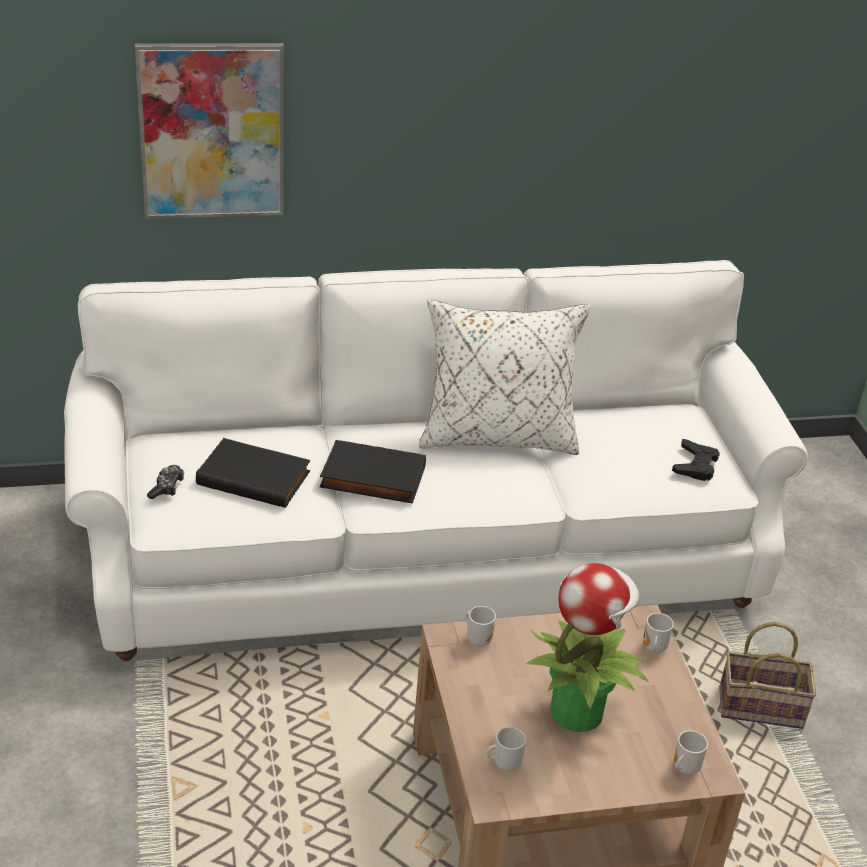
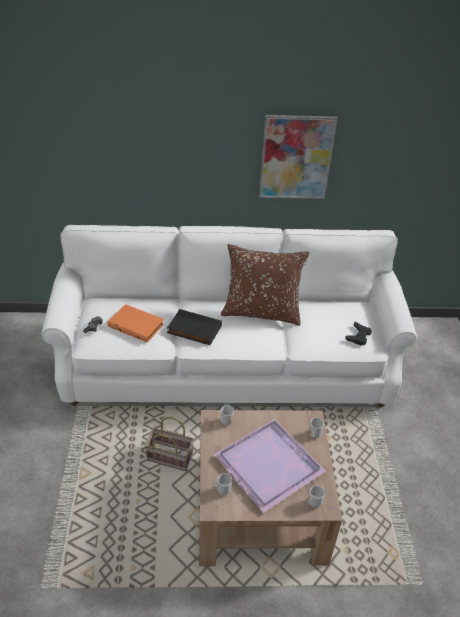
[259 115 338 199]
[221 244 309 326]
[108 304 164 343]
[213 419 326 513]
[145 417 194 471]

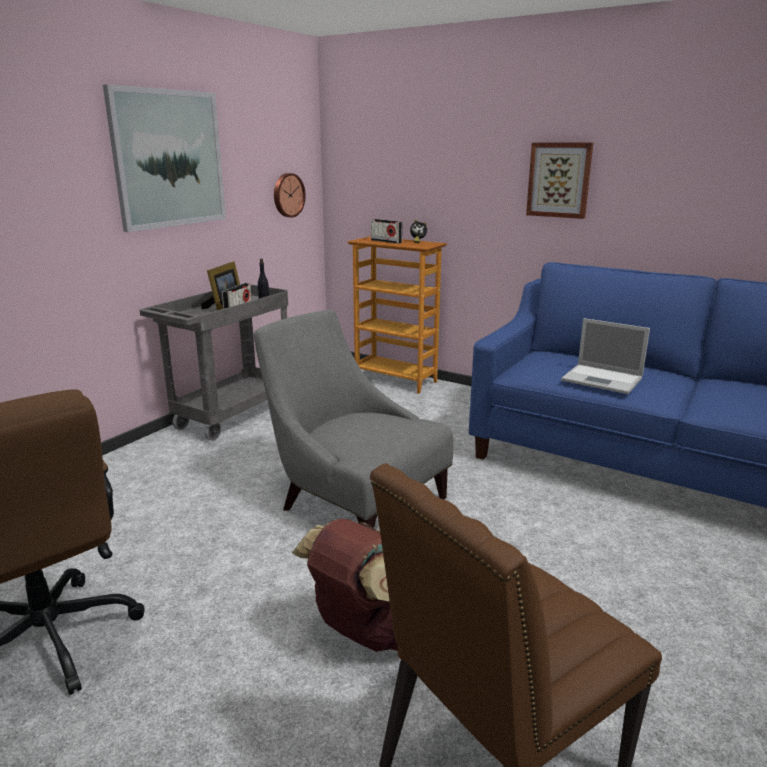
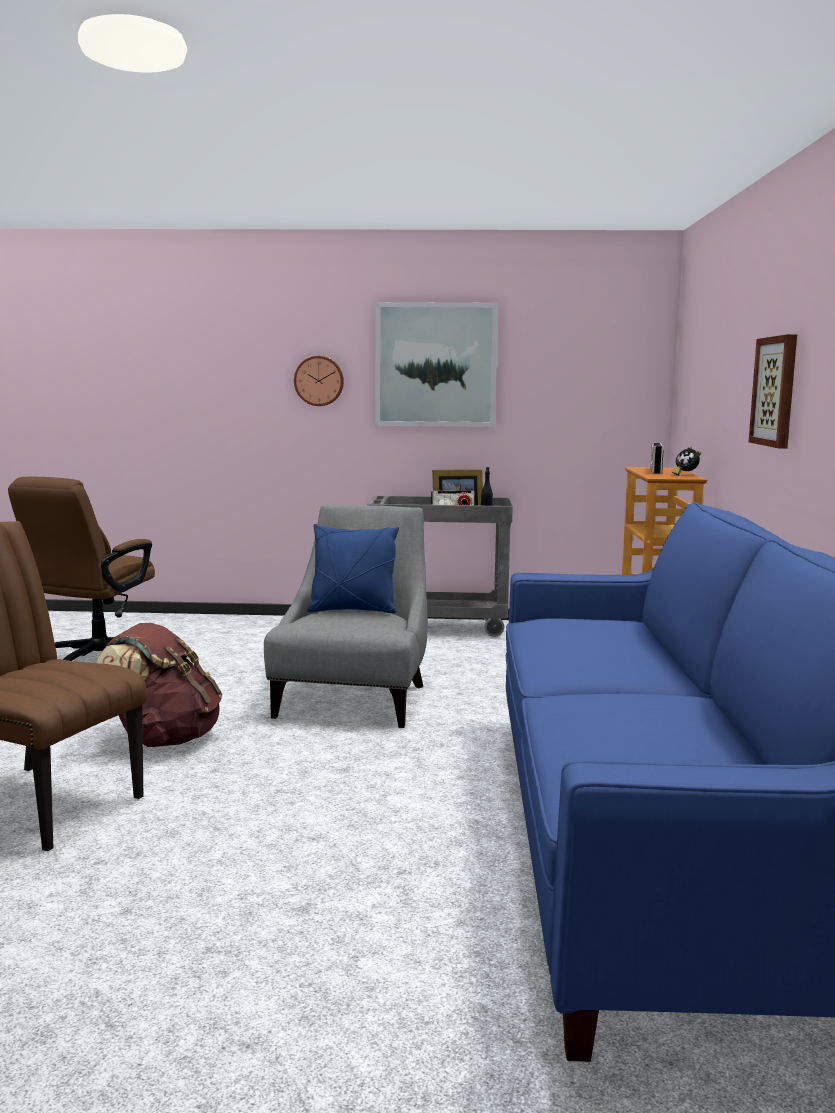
[294 356 344 406]
[561 318 650 394] (first image)
[307 524 399 613]

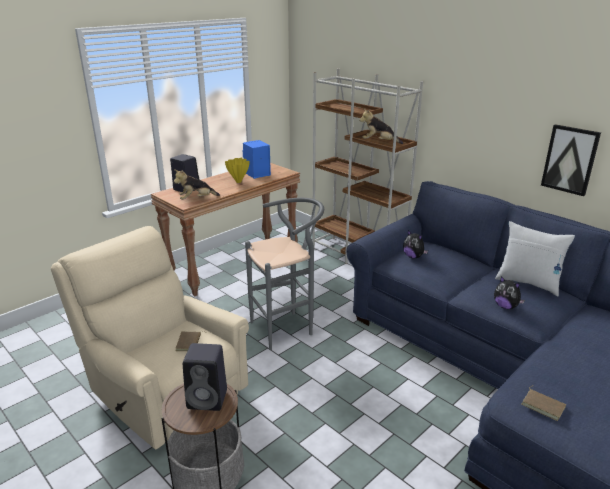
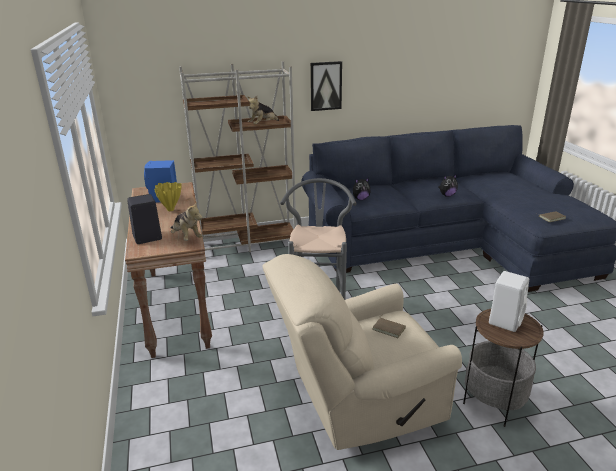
[310 61 342 111]
[171 201 202 241]
[495 221 575 297] (first image)
[489 271 529 332]

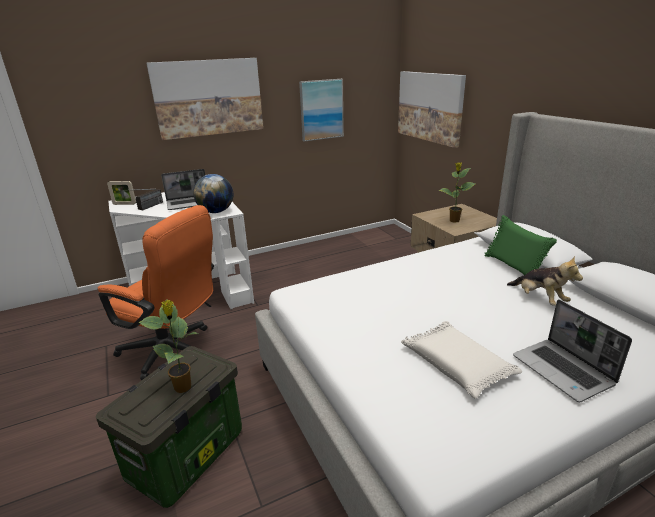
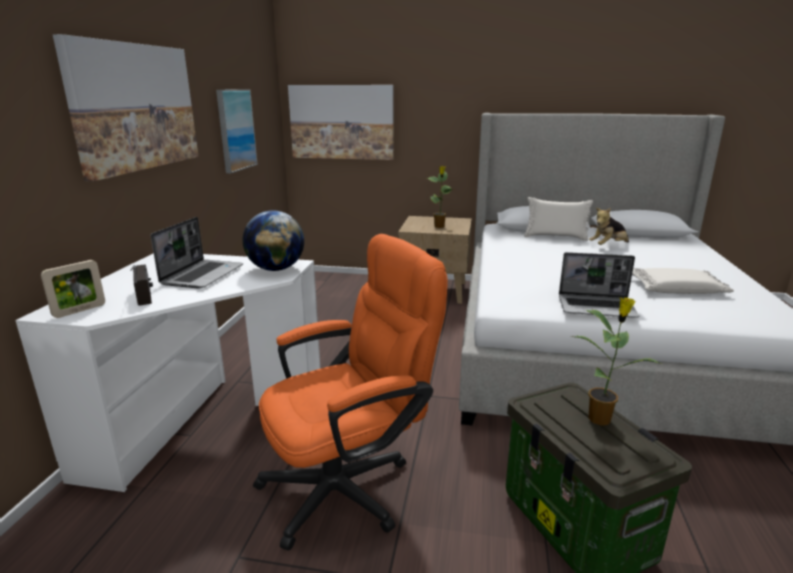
[524 197 593 241]
[589 208 629 245]
[559 252 639 317]

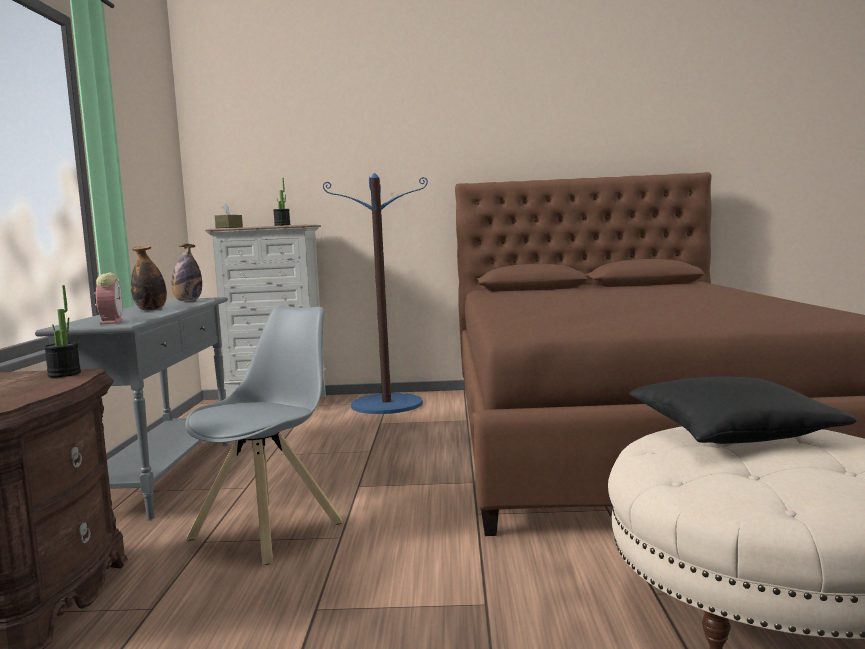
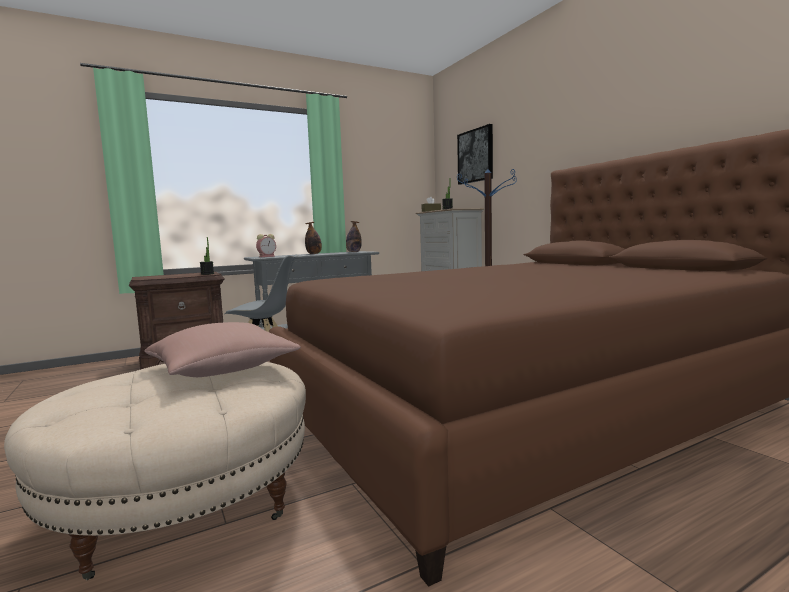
[145 322 301 377]
[457 124 493 185]

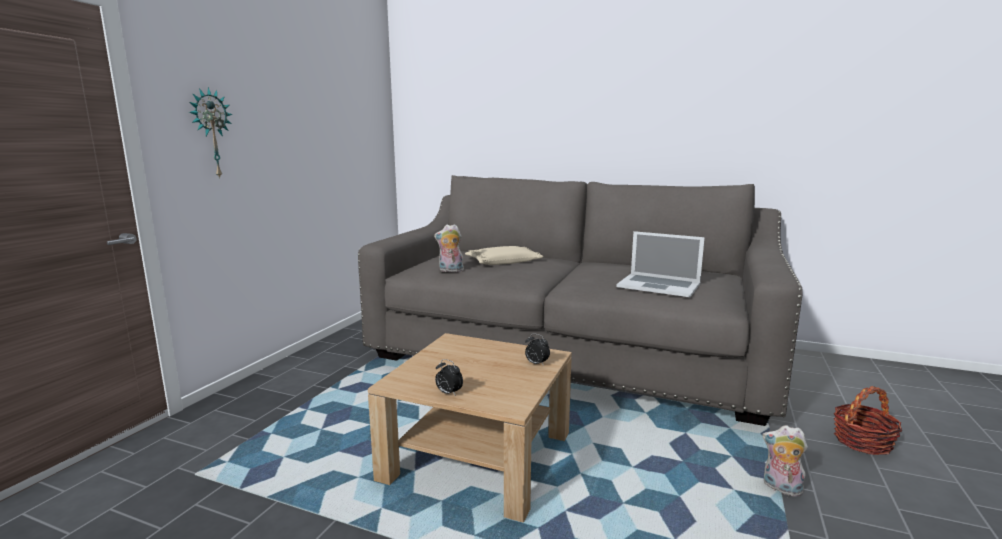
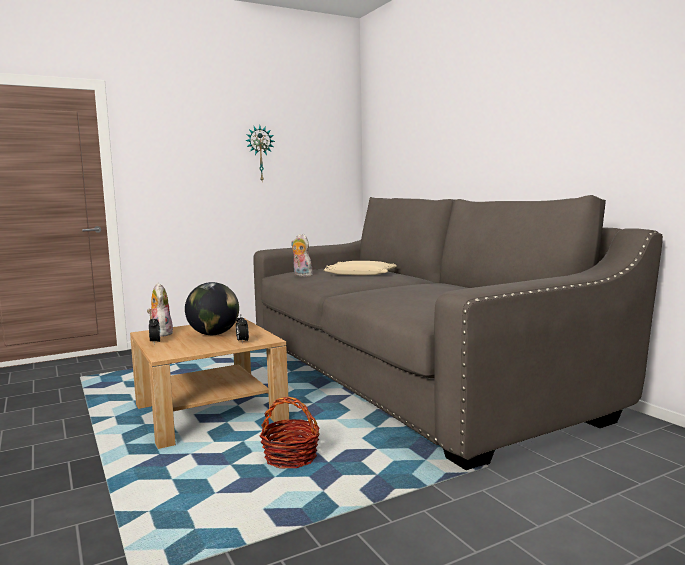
[245 125 275 181]
[616 231 705 297] (first image)
[260 397 320 469]
[147 283 174 336]
[185 282 239 335]

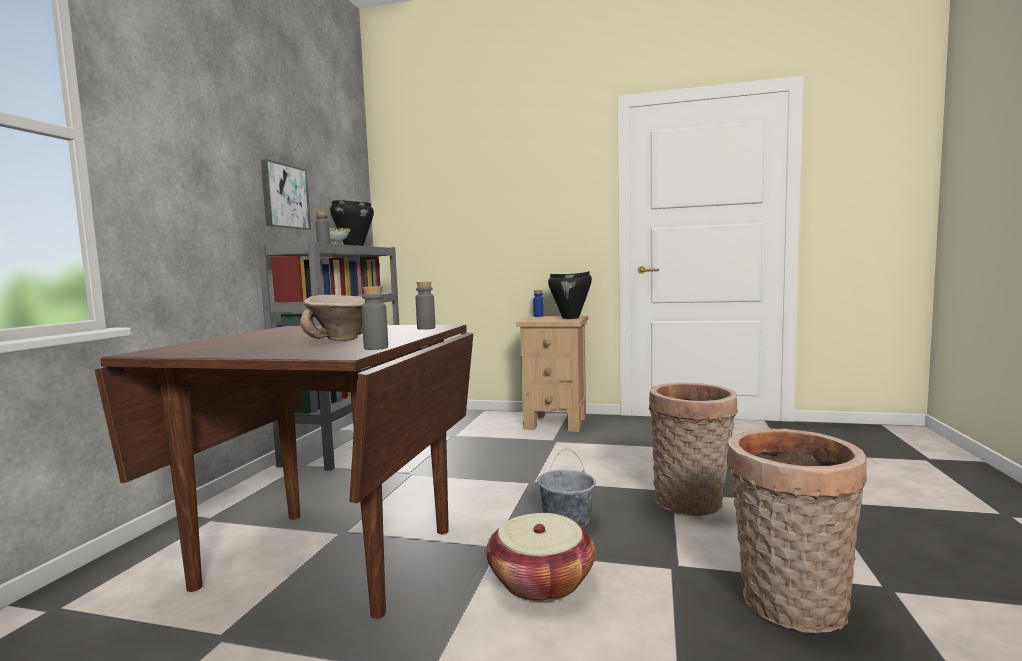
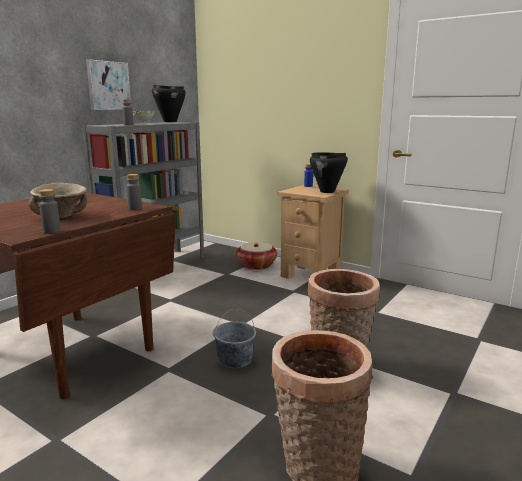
[236 242 277 270]

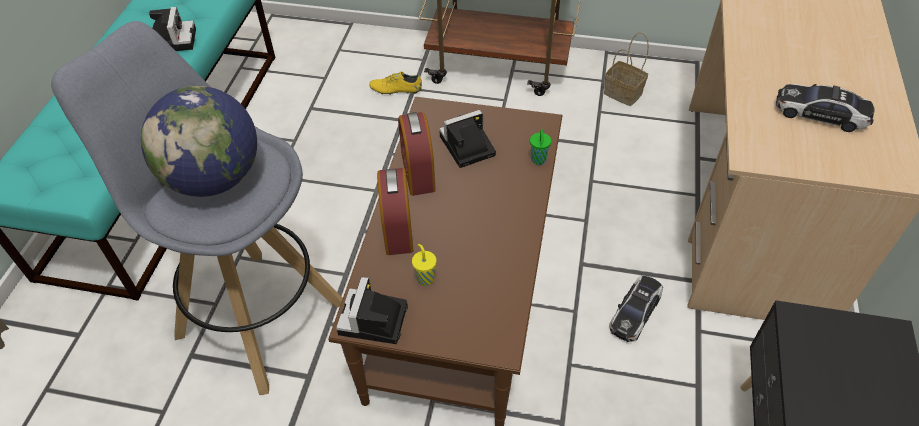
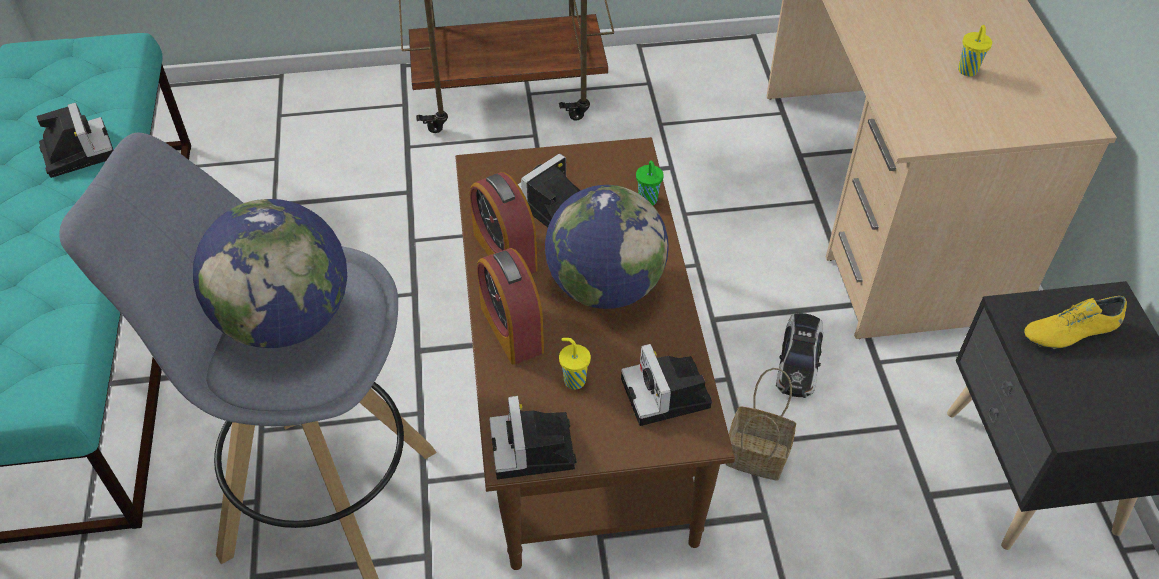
[726 368 796 481]
[1024 296 1127 349]
[958 25 992 76]
[545 185 669 309]
[621 344 712 426]

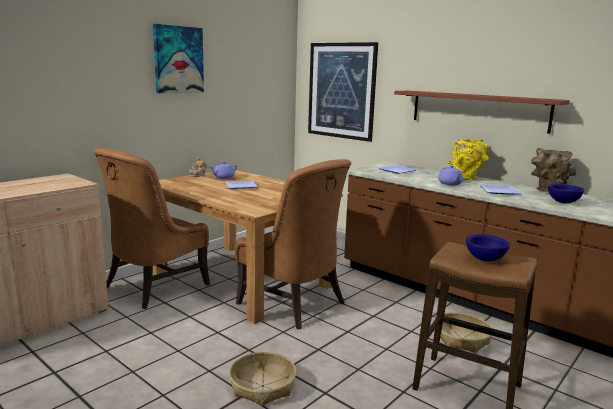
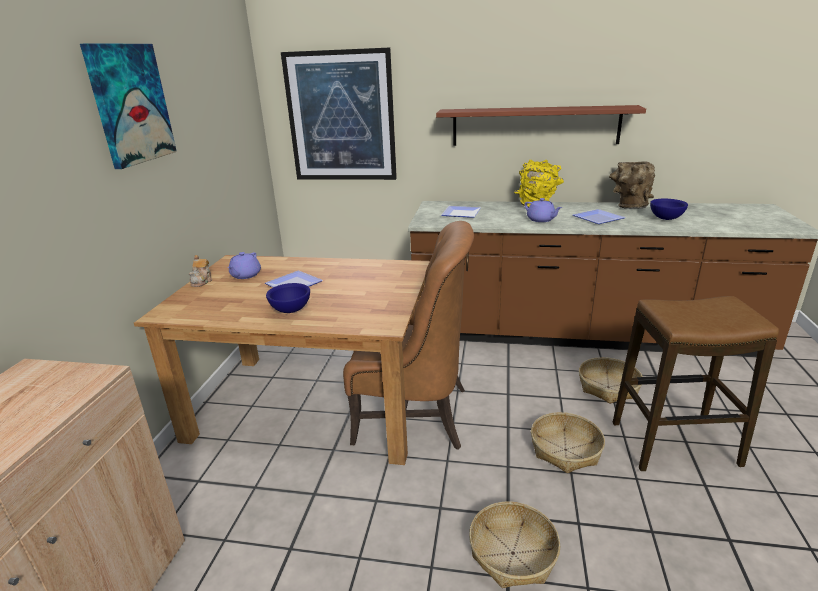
[94 148 210 309] (first image)
[266 283 310 313]
[531 412 605 473]

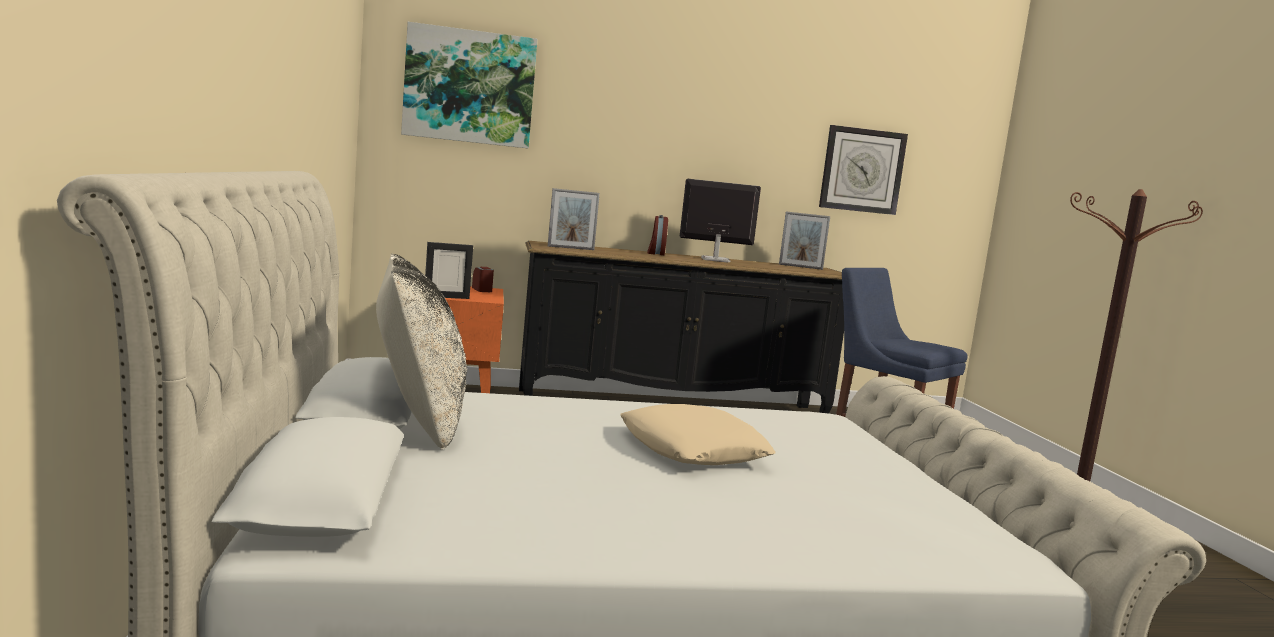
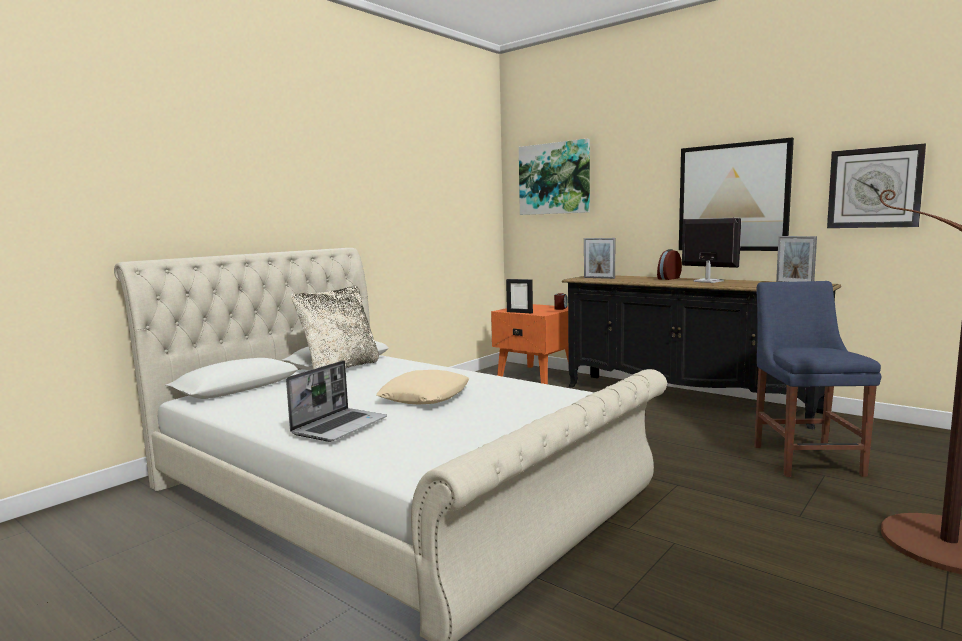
[679 138 794 251]
[286 360 387 442]

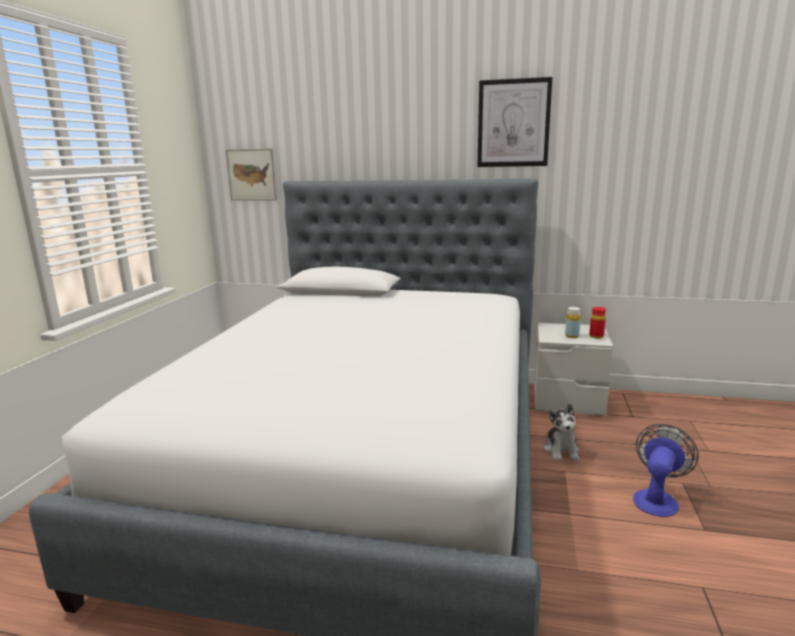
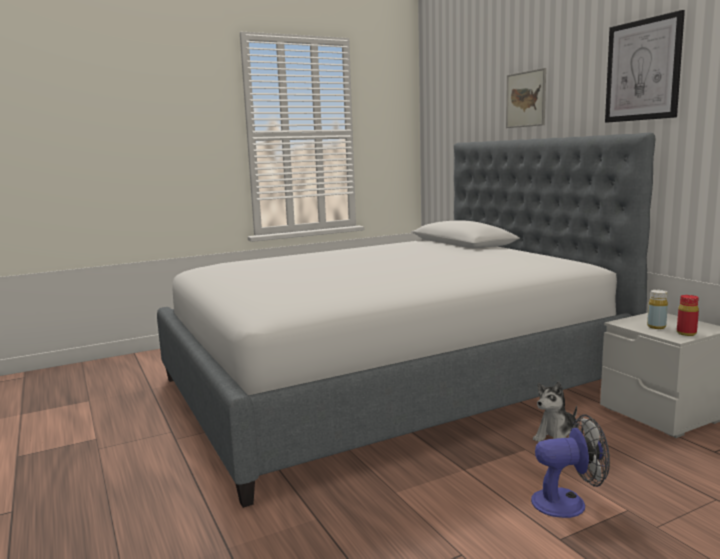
[506 68 546 128]

